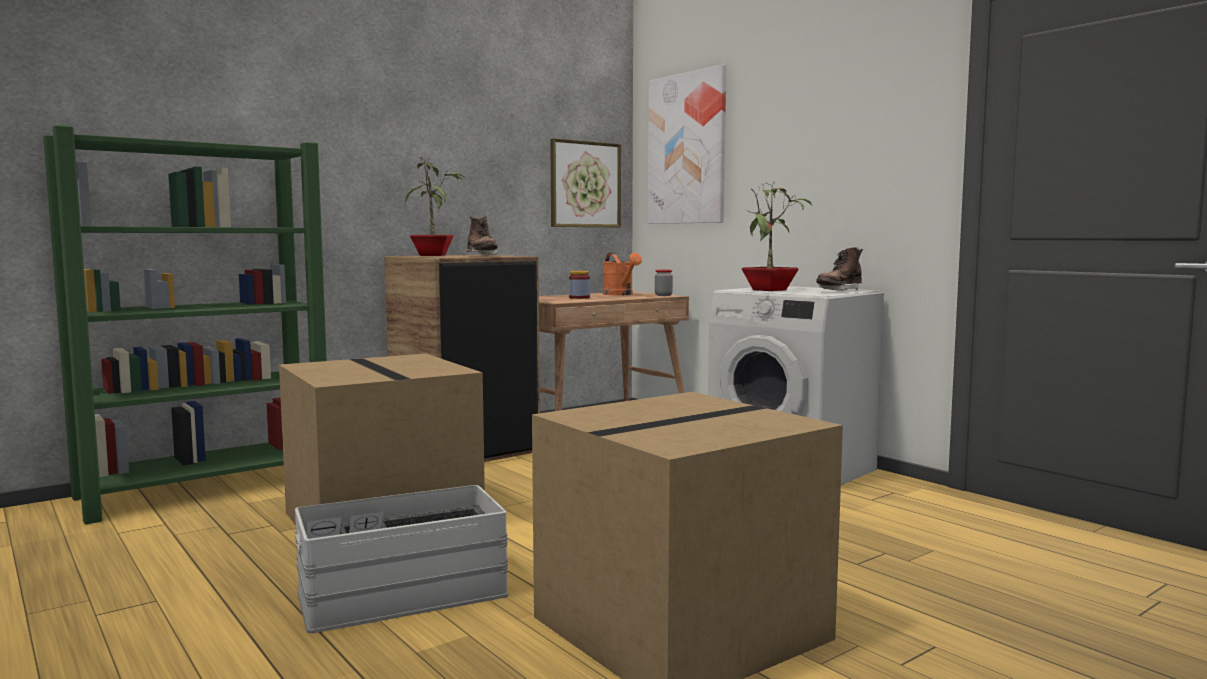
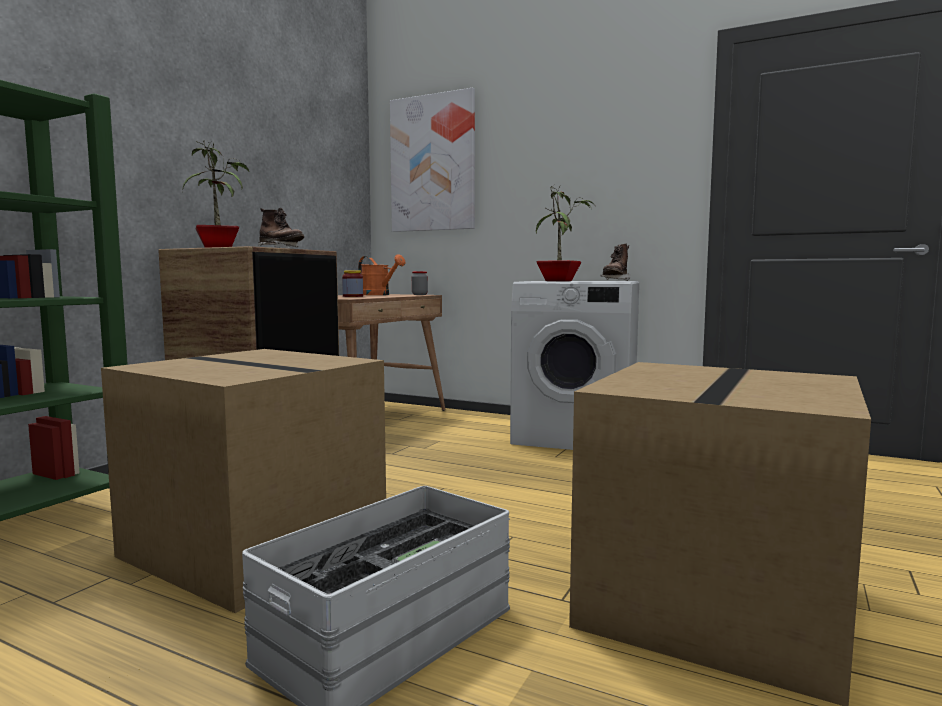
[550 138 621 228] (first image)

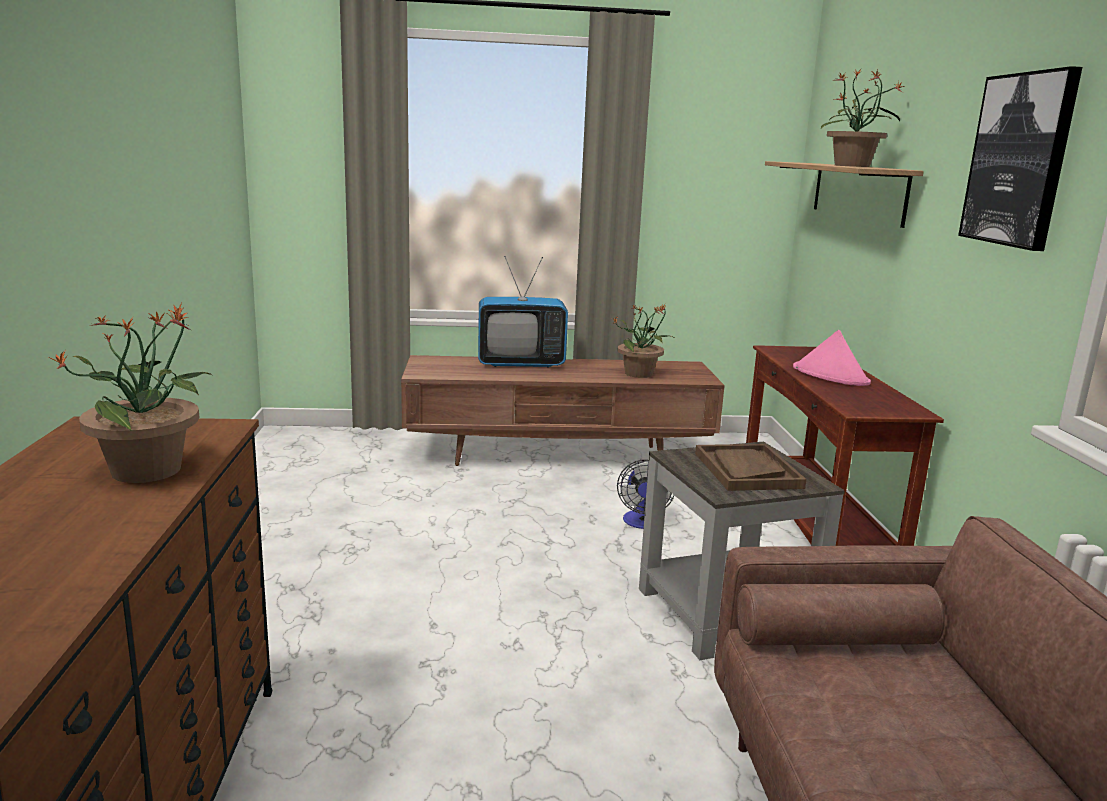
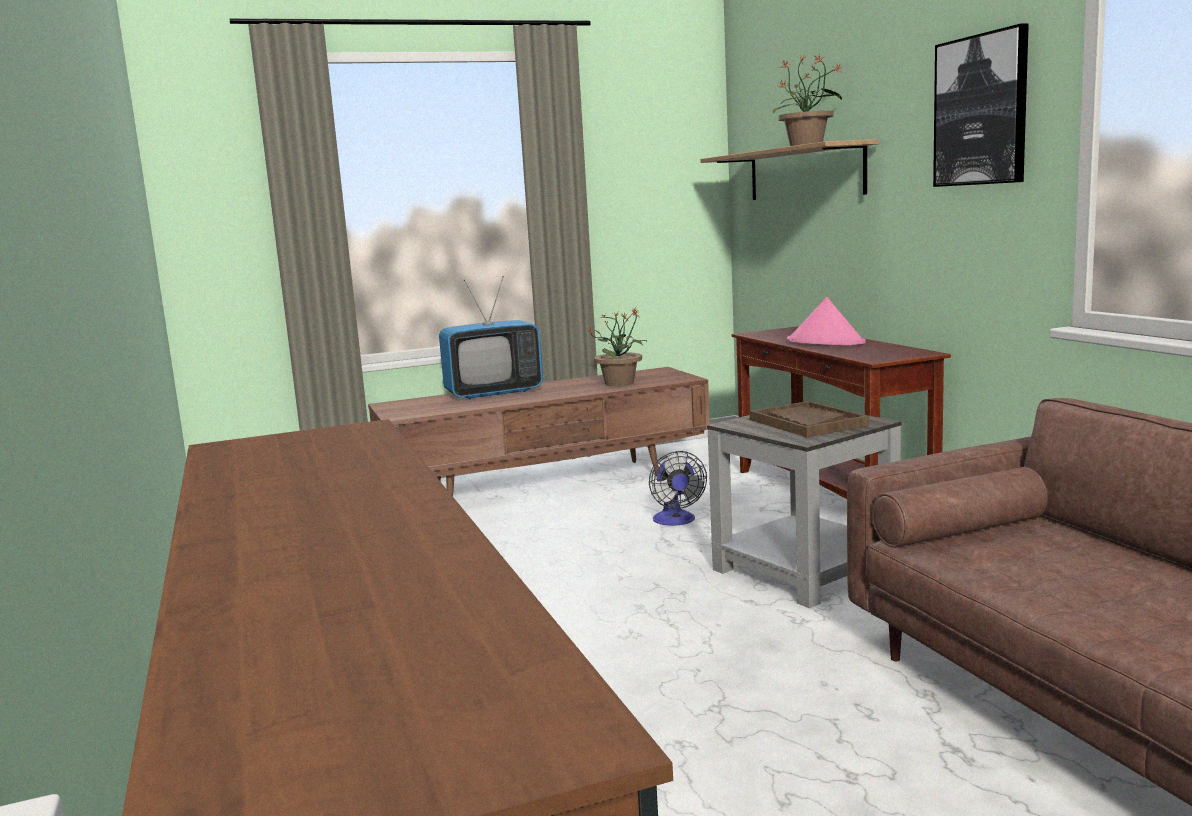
[49 303 212 483] (first image)

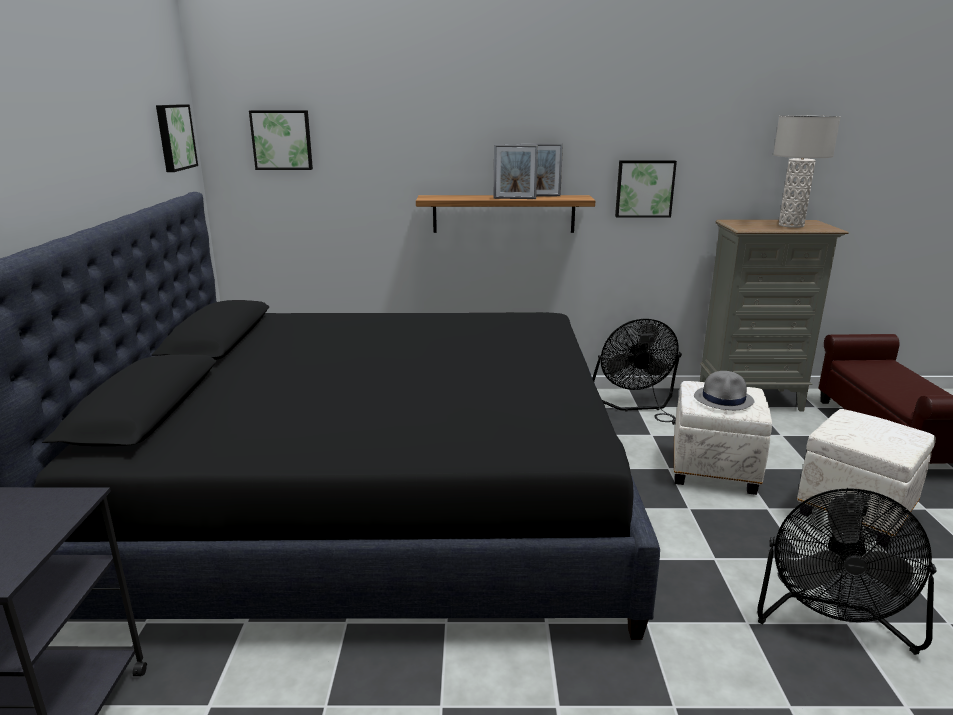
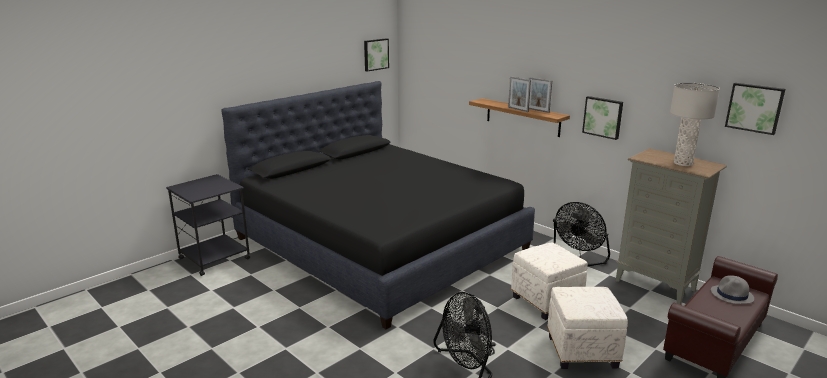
[725 83 785 135]
[711 275 754 304]

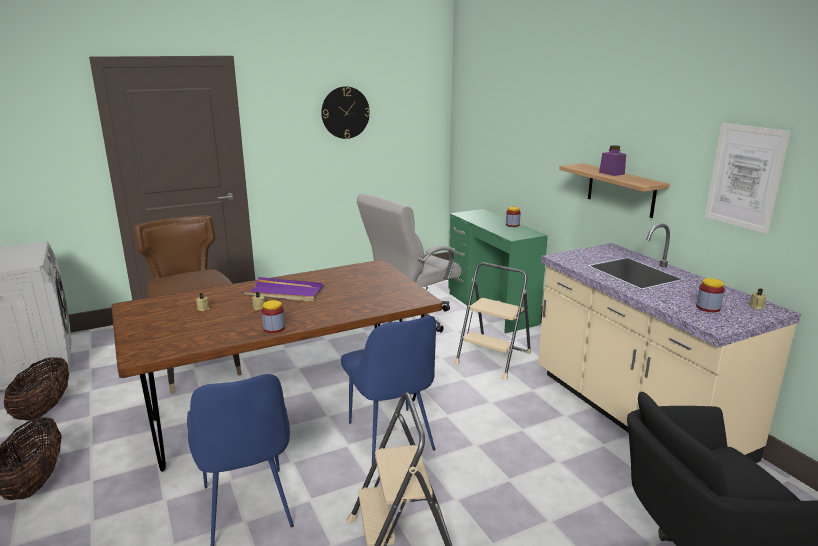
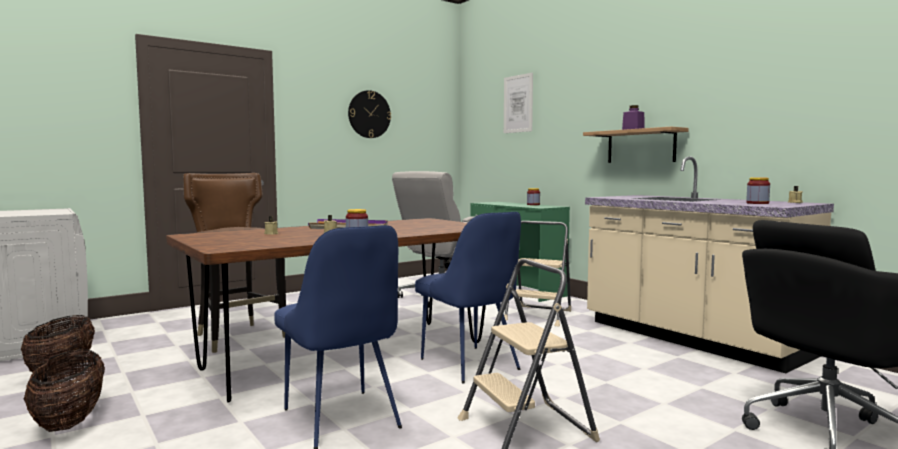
[504 73 533 133]

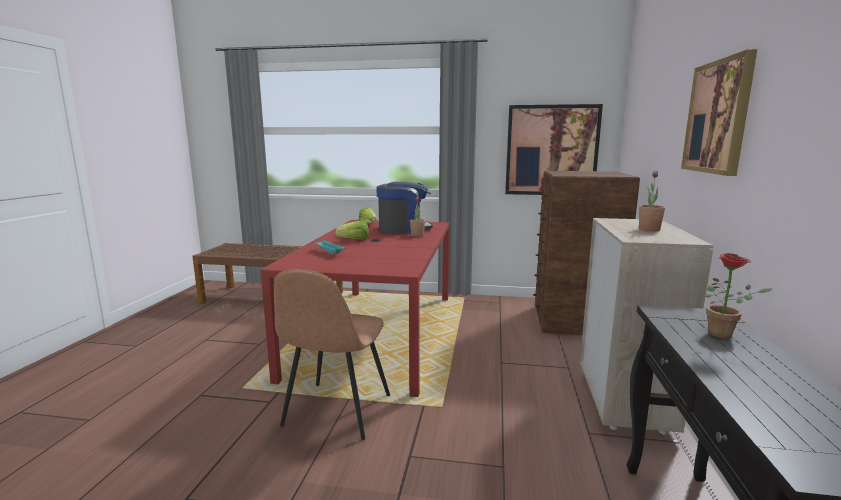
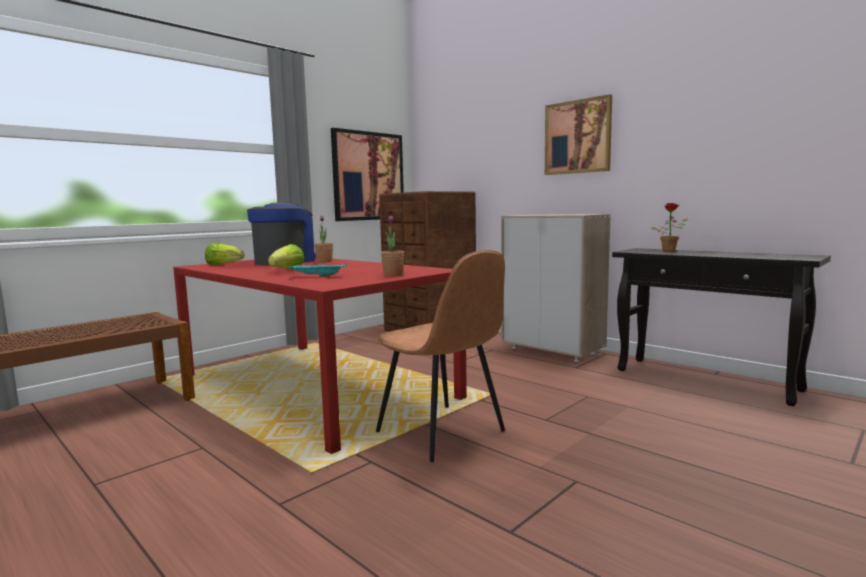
[381 216 404 276]

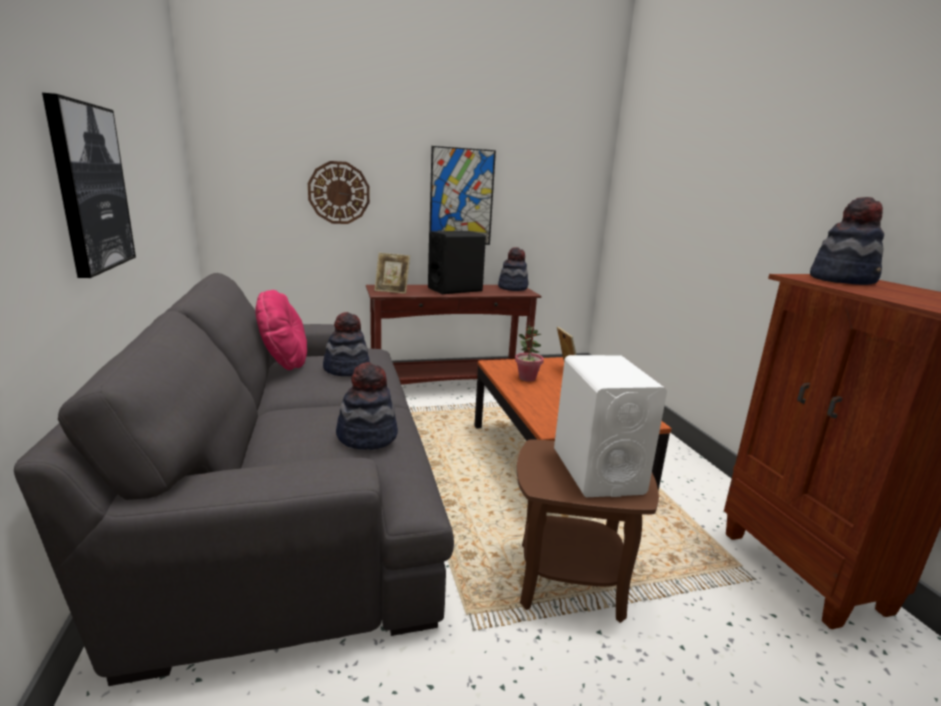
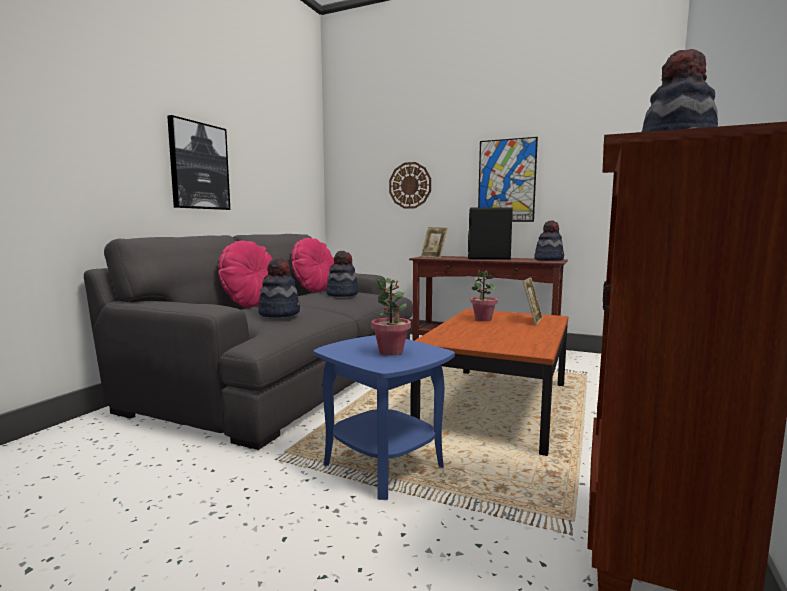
[371 278 411 356]
[313 335 455 500]
[218 240 272 308]

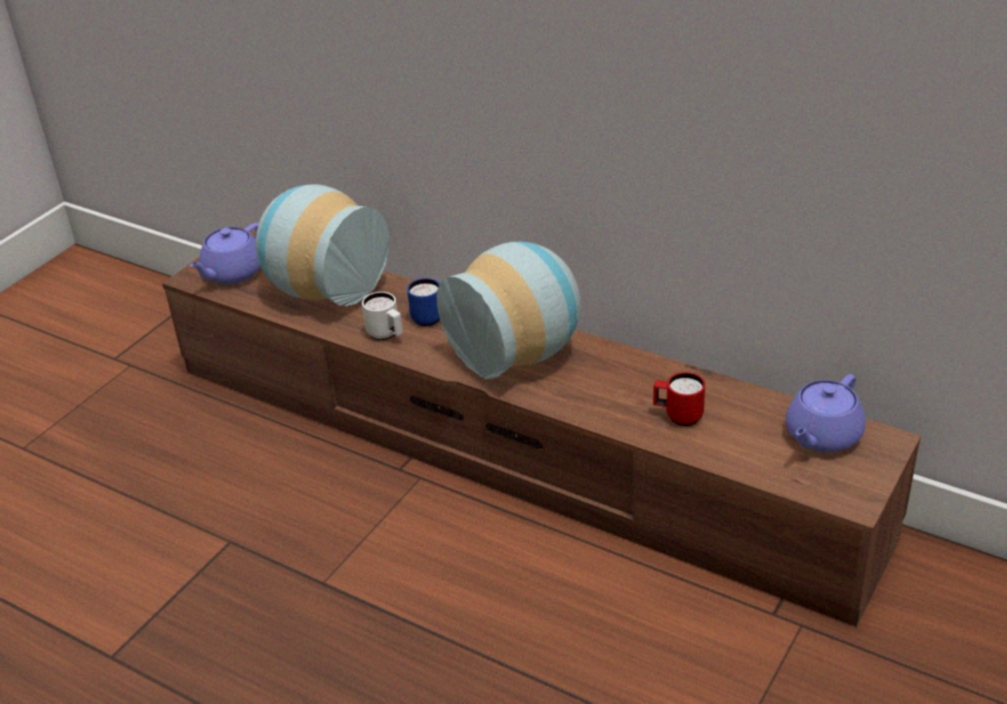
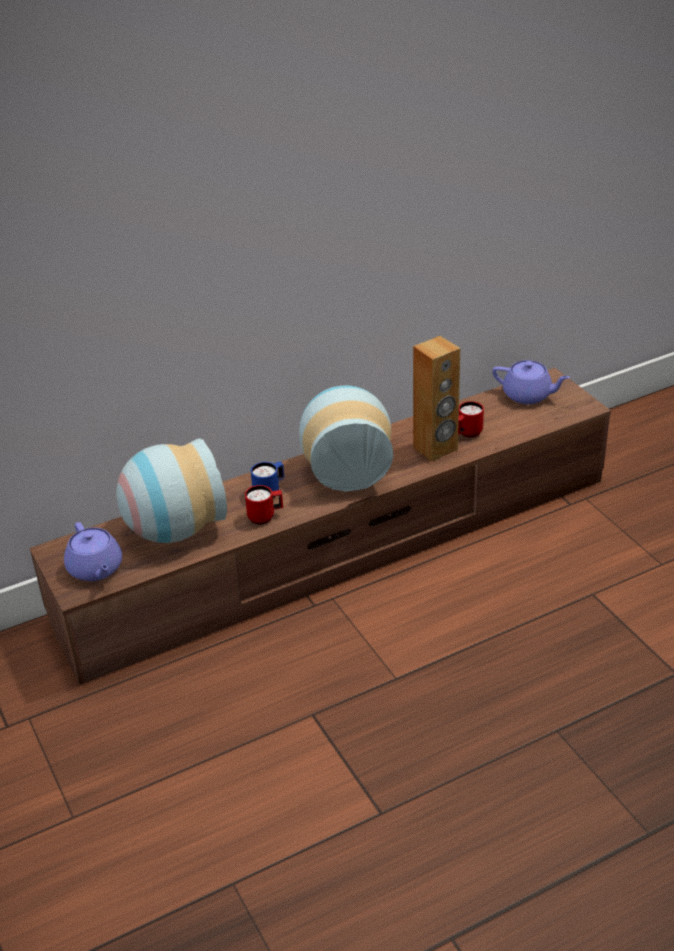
[245 485 283 524]
[492 360 570 404]
[413 336 460 462]

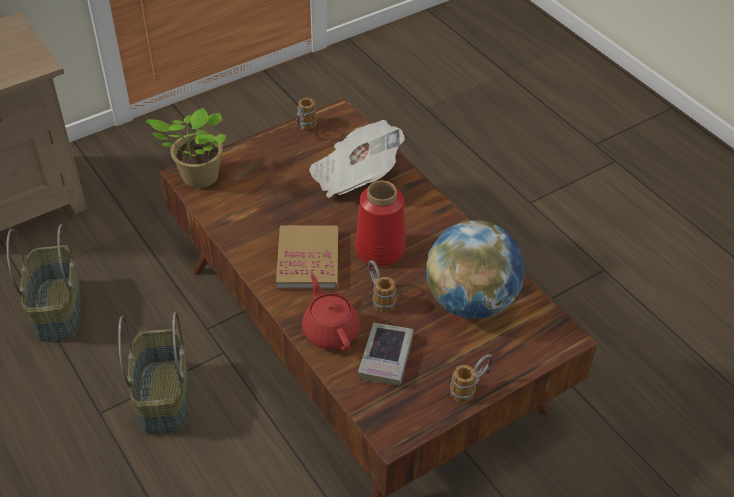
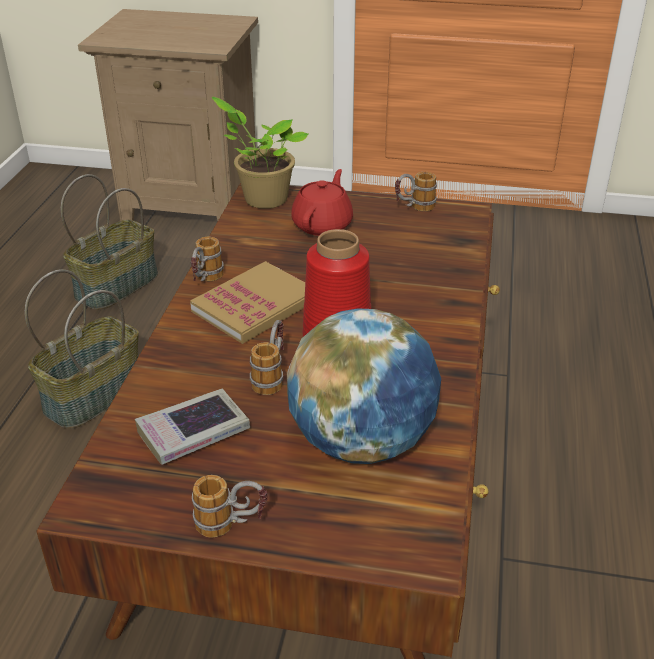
[309 120 405 198] (first image)
[291 169 353 236]
[191 237 224 281]

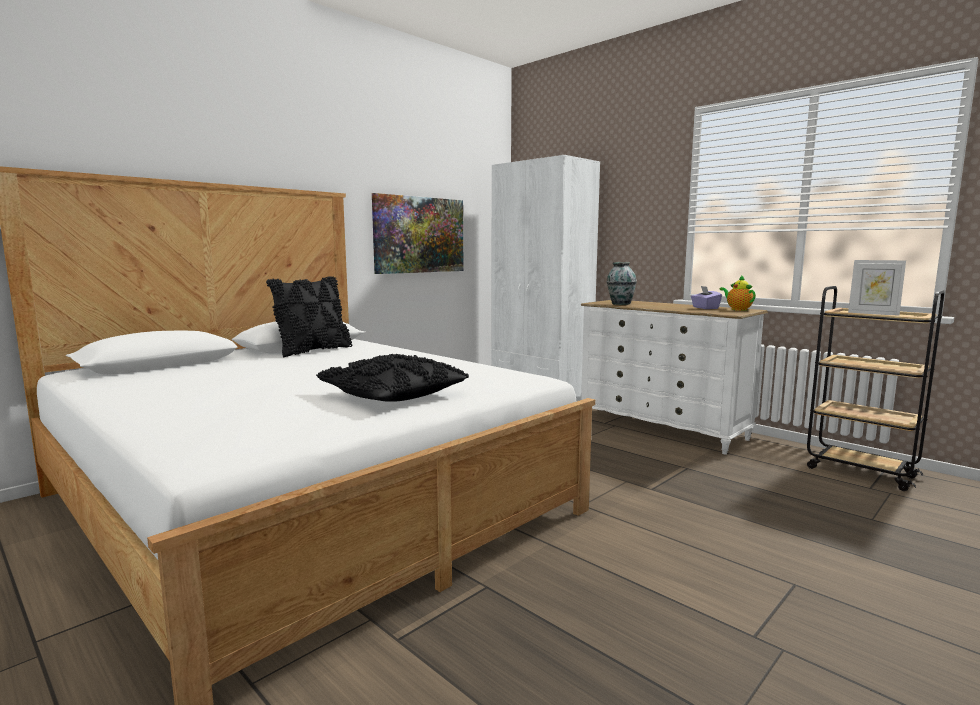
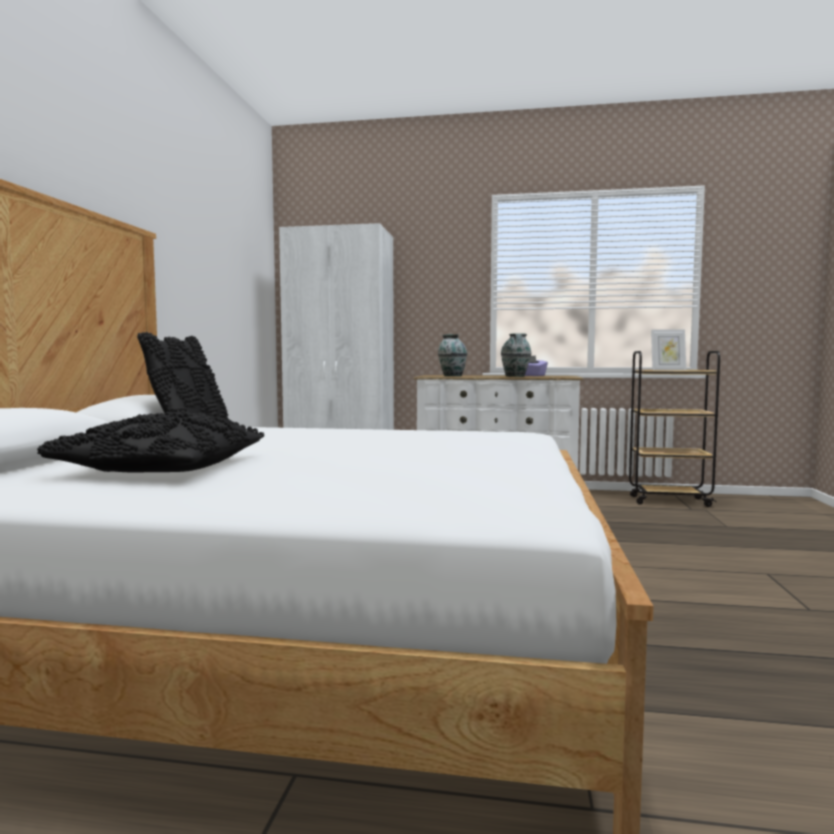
[372 193 464 274] (first image)
[720 275 756 311] (first image)
[37 412 264 473]
[501 334 531 377]

